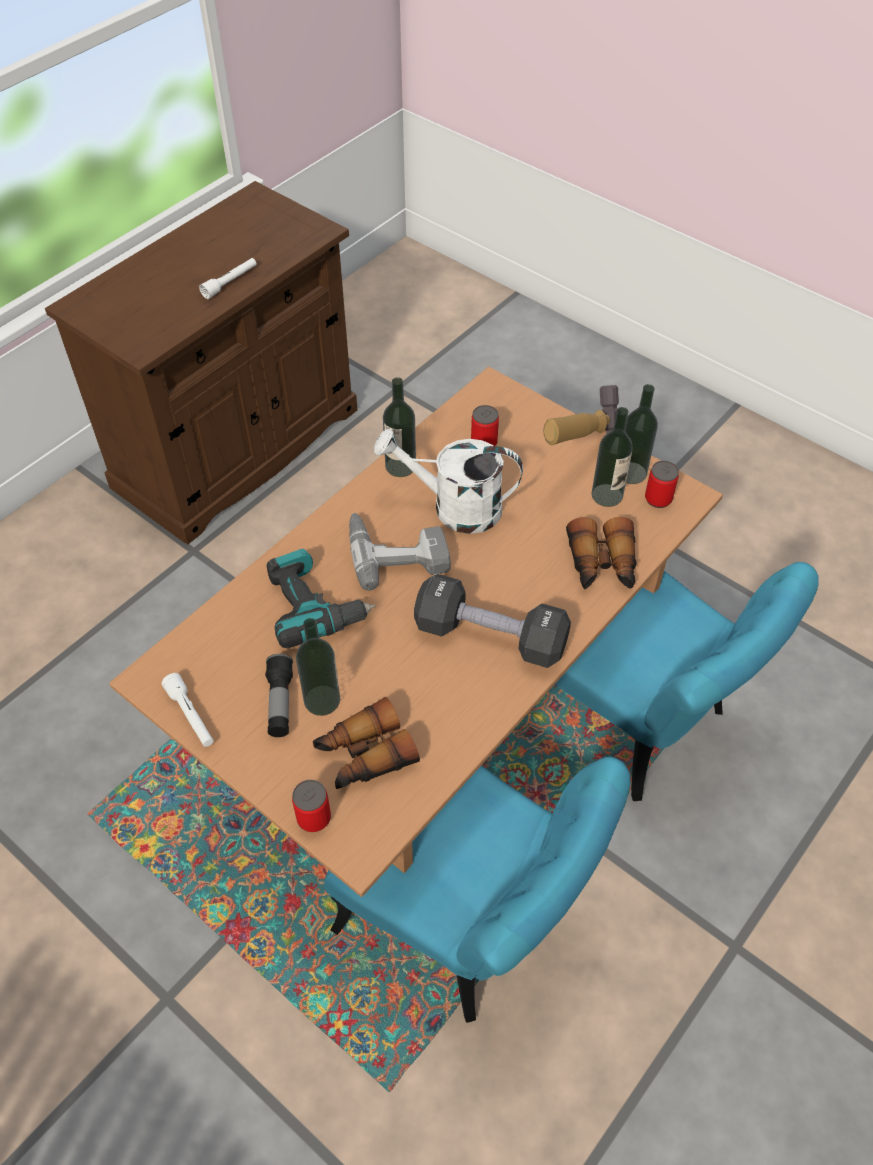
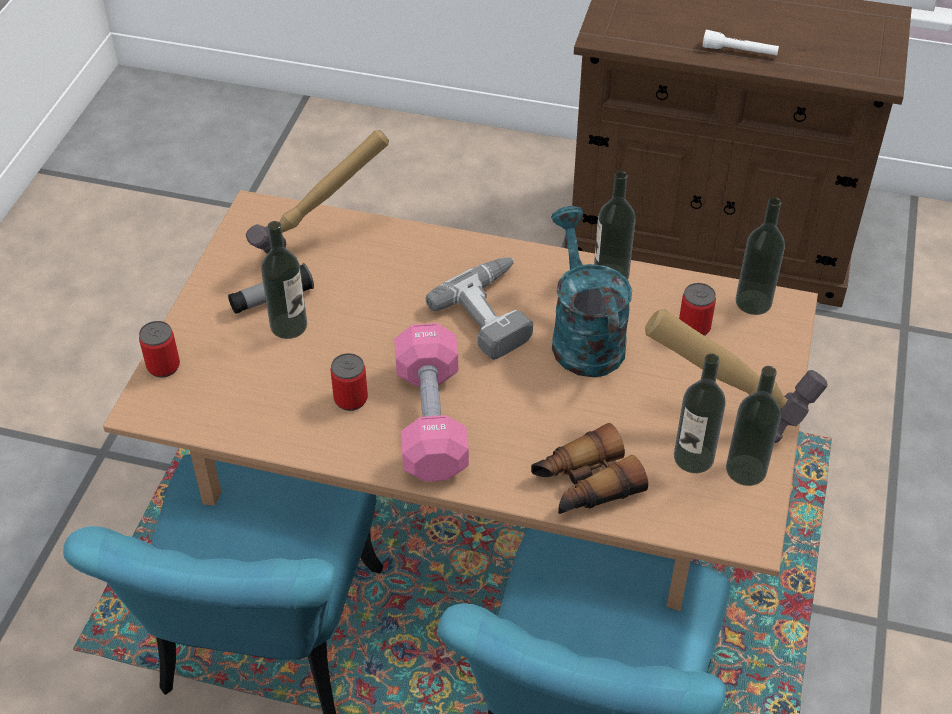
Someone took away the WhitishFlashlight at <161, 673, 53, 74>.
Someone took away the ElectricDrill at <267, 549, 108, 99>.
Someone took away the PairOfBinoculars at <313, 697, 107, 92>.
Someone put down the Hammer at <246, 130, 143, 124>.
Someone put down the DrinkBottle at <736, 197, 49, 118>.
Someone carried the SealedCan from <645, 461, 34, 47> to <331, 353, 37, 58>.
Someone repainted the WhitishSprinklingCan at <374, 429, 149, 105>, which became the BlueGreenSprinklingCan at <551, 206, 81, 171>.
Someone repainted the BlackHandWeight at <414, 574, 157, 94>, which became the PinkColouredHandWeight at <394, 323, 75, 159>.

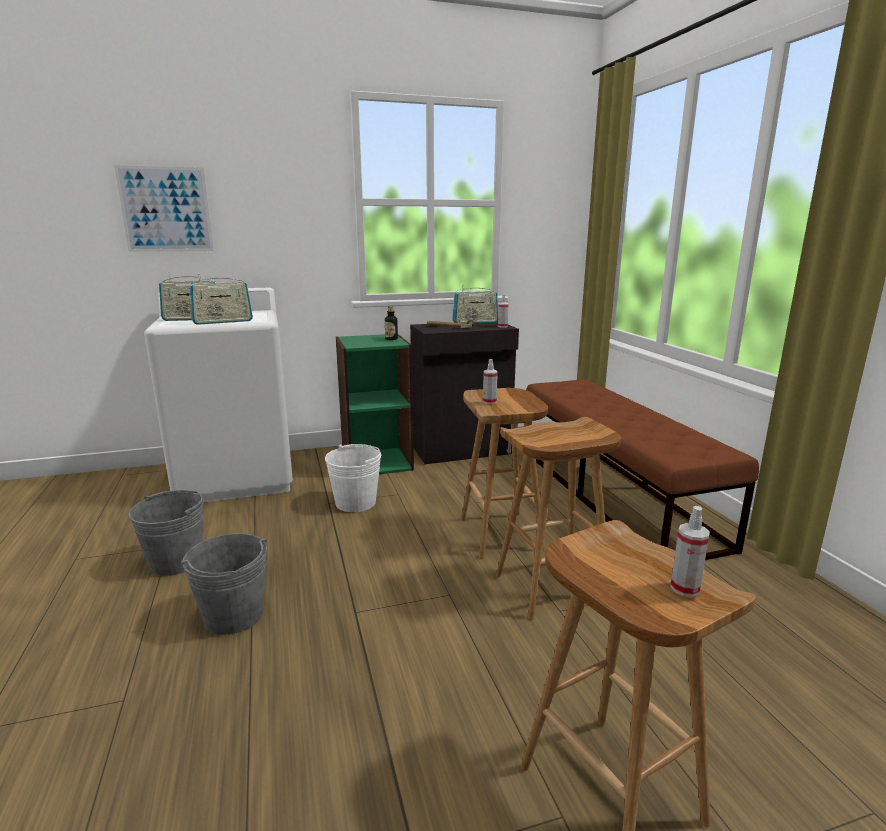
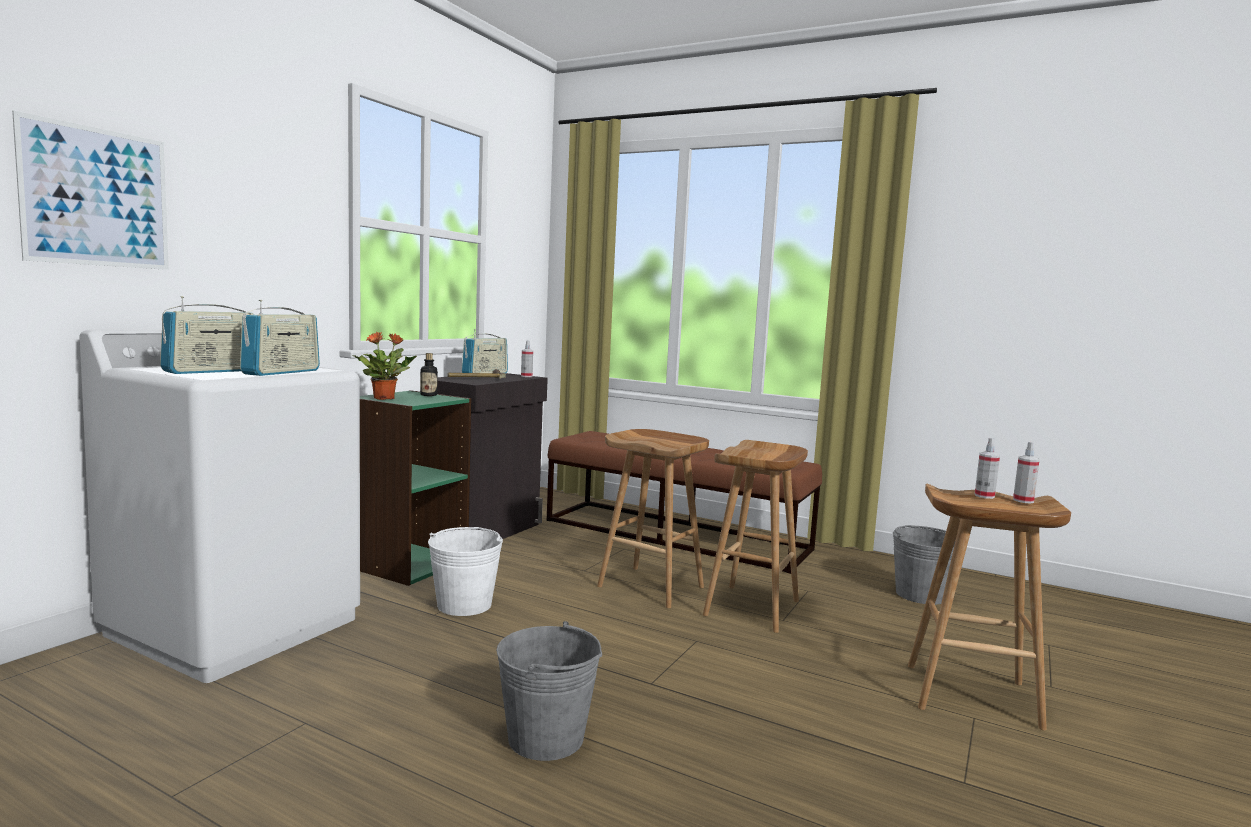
Someone put down the PlantInAPot at <352, 332, 65, 68>.
Someone carried the GreyishWaterBucket from <128, 490, 76, 86> to <893, 525, 63, 80>.
Someone carried the SprayBottle from <483, 359, 15, 45> to <975, 438, 25, 61>.

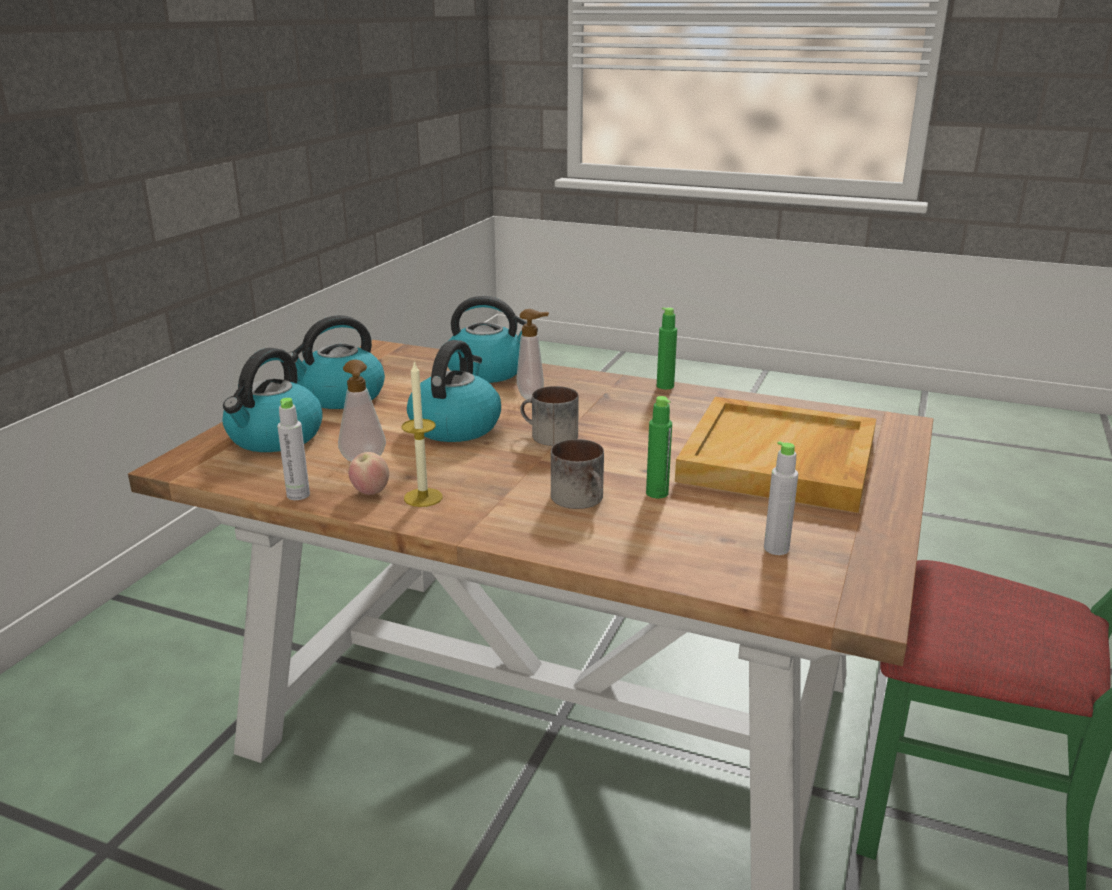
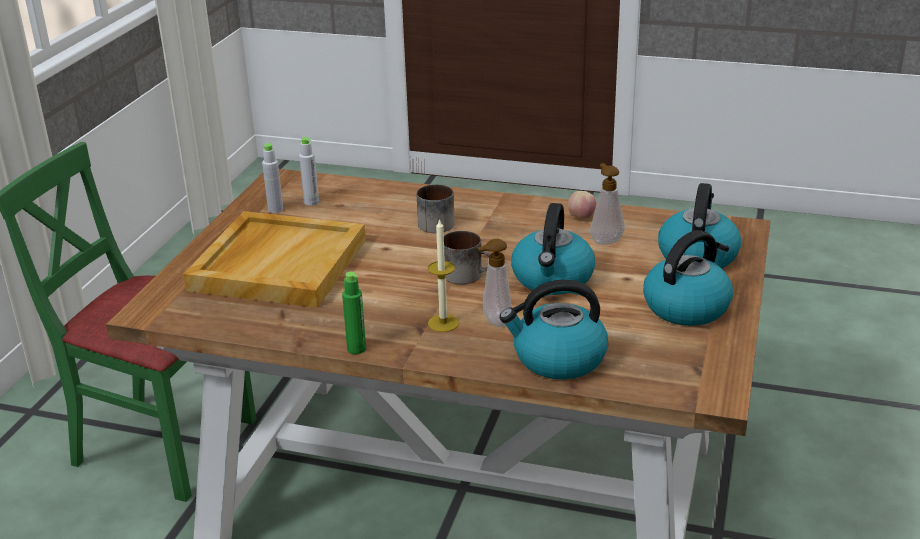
Someone took away the GreenDrinkBottle at <646, 396, 26, 102>.
Someone carried the GreyishDrinkBottle from <277, 398, 33, 102> to <262, 142, 21, 71>.
Someone carried the Candle from <402, 360, 41, 147> to <428, 218, 31, 114>.

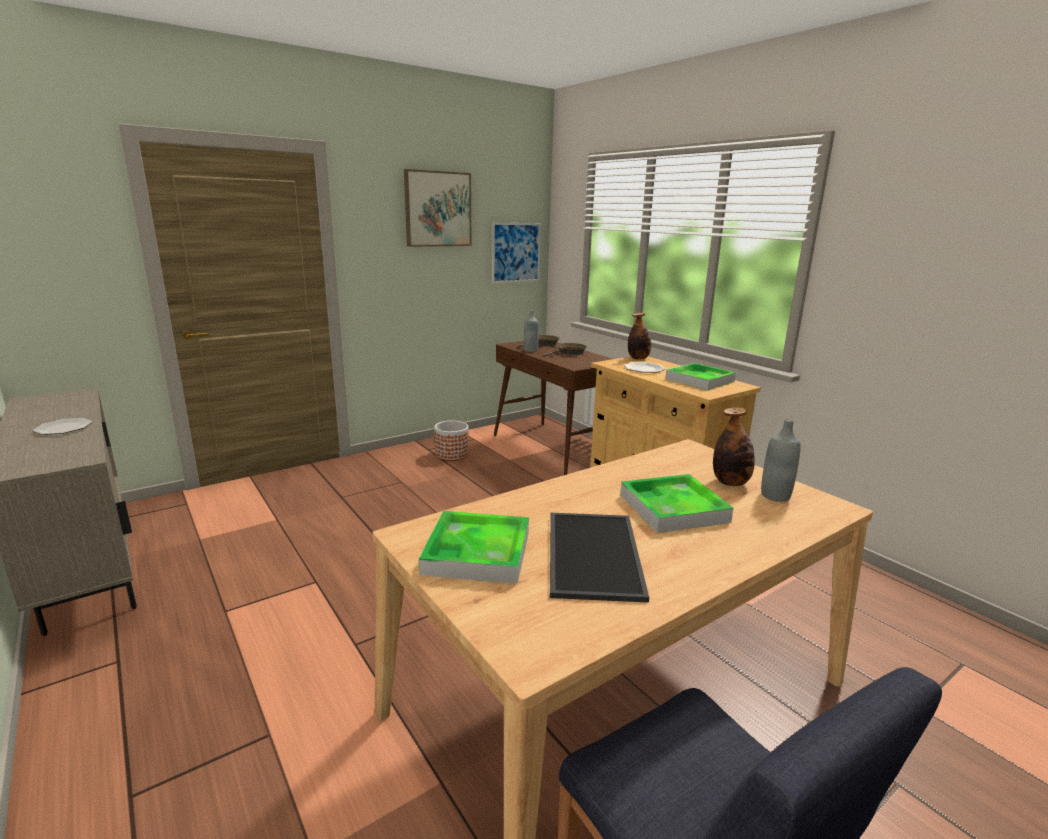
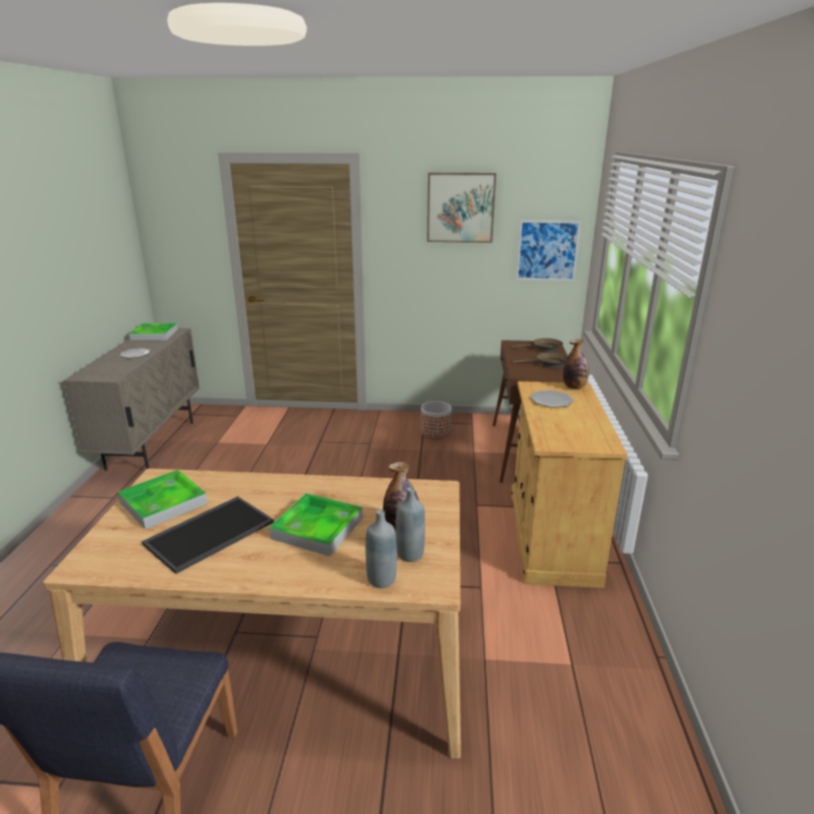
Someone carried the GreyishDrinkBottle from <524, 310, 15, 42> to <365, 510, 32, 78>.
Someone carried the Tray from <665, 363, 71, 27> to <129, 323, 49, 18>.

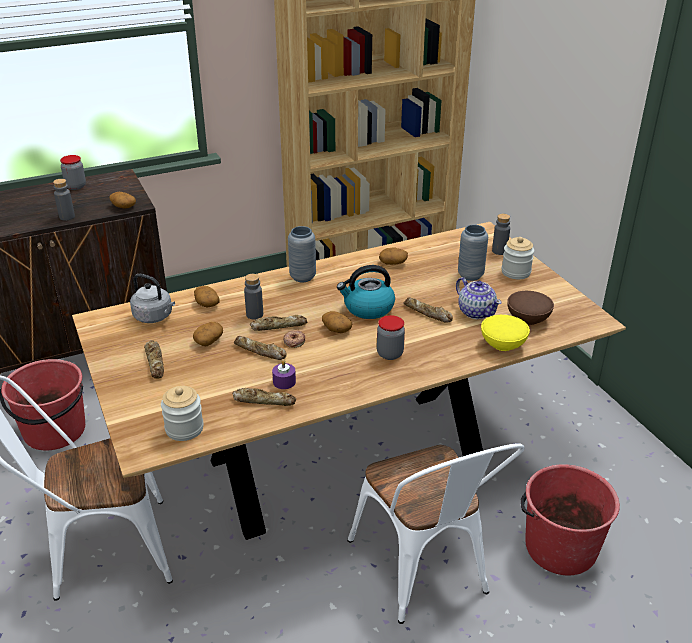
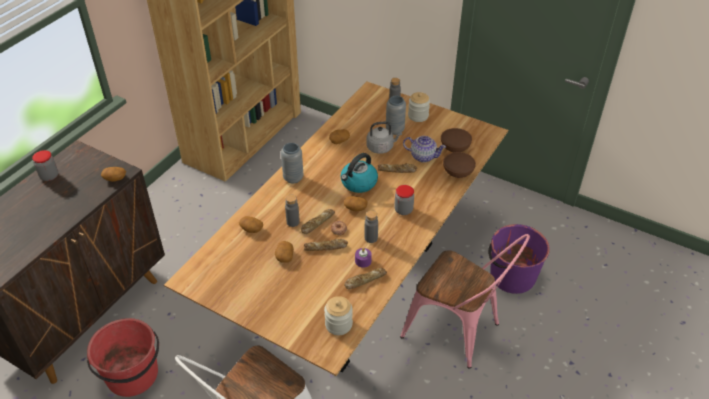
Someone took away the BakeryBread at <144, 340, 20, 39>.
Someone carried the GreyishDrinkBottle from <53, 179, 22, 41> to <364, 210, 14, 33>.
Someone carried the GreyishKettle from <130, 274, 45, 49> to <366, 122, 36, 32>.
Someone repainted the WhitishChair at <347, 443, 178, 181>, which became the PinkColouredChair at <400, 234, 130, 135>.
Someone repainted the YellowishDeepDish at <481, 315, 49, 36>, which became the BrownishDeepDish at <443, 152, 33, 26>.
Someone repainted the ReddishWaterBucket at <520, 464, 100, 111>, which became the PurpleColouredWaterBucket at <488, 224, 62, 70>.

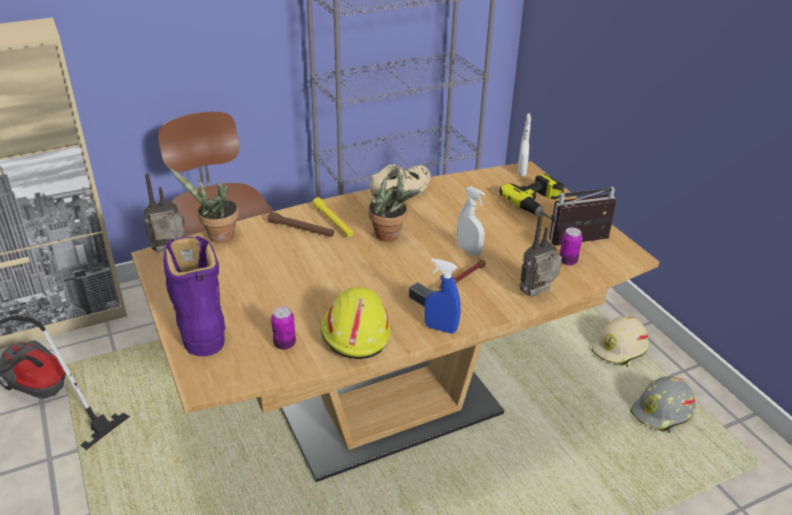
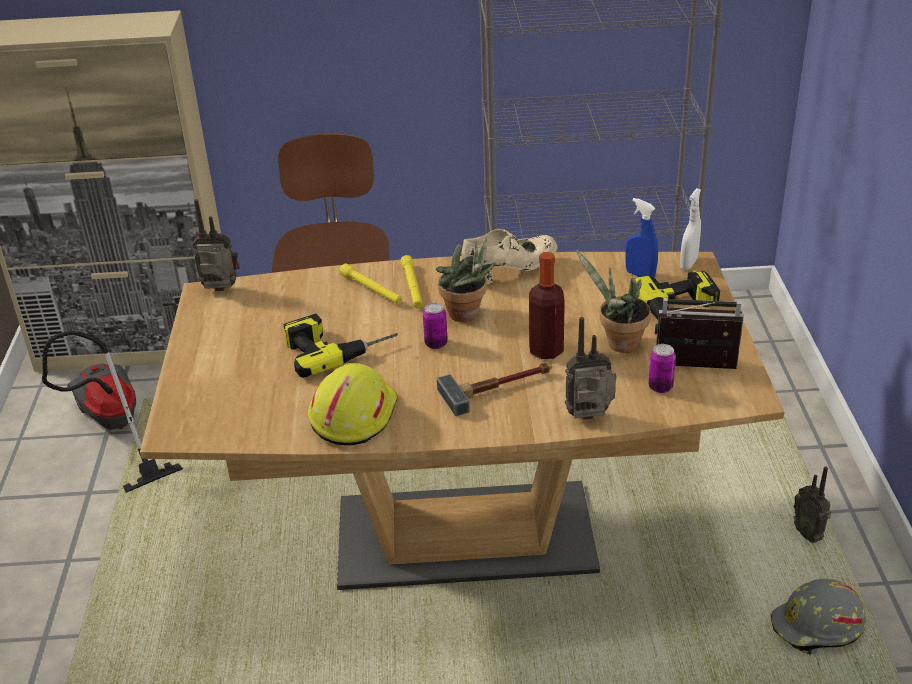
Someone took away the PurpleColouredTallBoot at <164, 236, 62, 120>.
Someone put down the ElectricDrill at <284, 313, 114, 65>.
Someone carried the PlantInAPot from <169, 167, 70, 76> to <576, 250, 75, 103>.
Someone carried the SealedCan from <271, 306, 25, 44> to <423, 303, 25, 46>.
Someone carried the BlueColouredSprayBottle from <424, 258, 37, 76> to <625, 198, 33, 80>.
Someone swapped the WhitishSprayBottle at <457, 186, 28, 70> for the DrinkBottle at <529, 252, 36, 107>.
Someone swapped the BeigeColouredWorkHelmet at <591, 316, 58, 51> for the Radio at <793, 467, 38, 76>.
Someone repainted the BrownishFlashlight at <268, 212, 66, 25>, which became the YellowishFlashlight at <340, 264, 62, 40>.

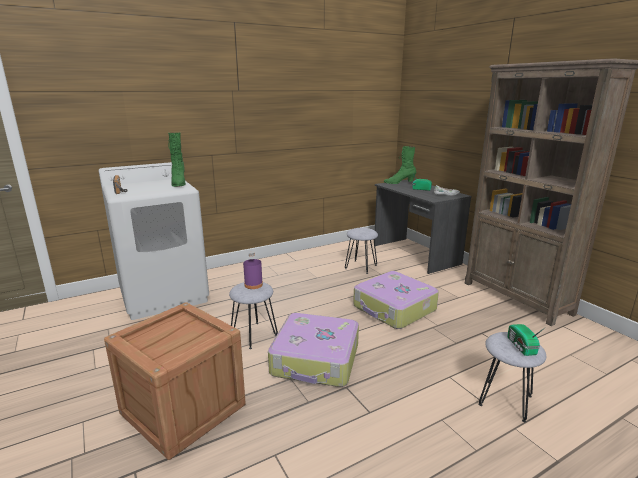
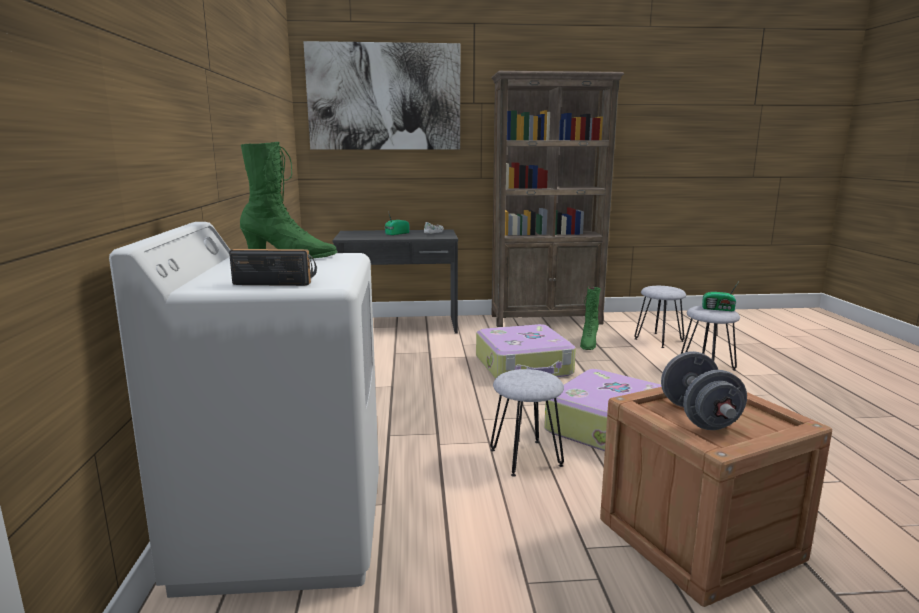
Someone took away the PurpleColouredDrinkBottle at <243, 252, 20, 37>.
Someone put up the WallArt at <303, 41, 157, 108>.
Someone put down the GreyishHandWeight at <661, 351, 86, 79>.
Someone carried the GreyishStoolSeat from <345, 228, 33, 46> to <634, 286, 52, 62>.
Someone carried the GreenTallBoot from <384, 146, 32, 38> to <580, 287, 21, 63>.

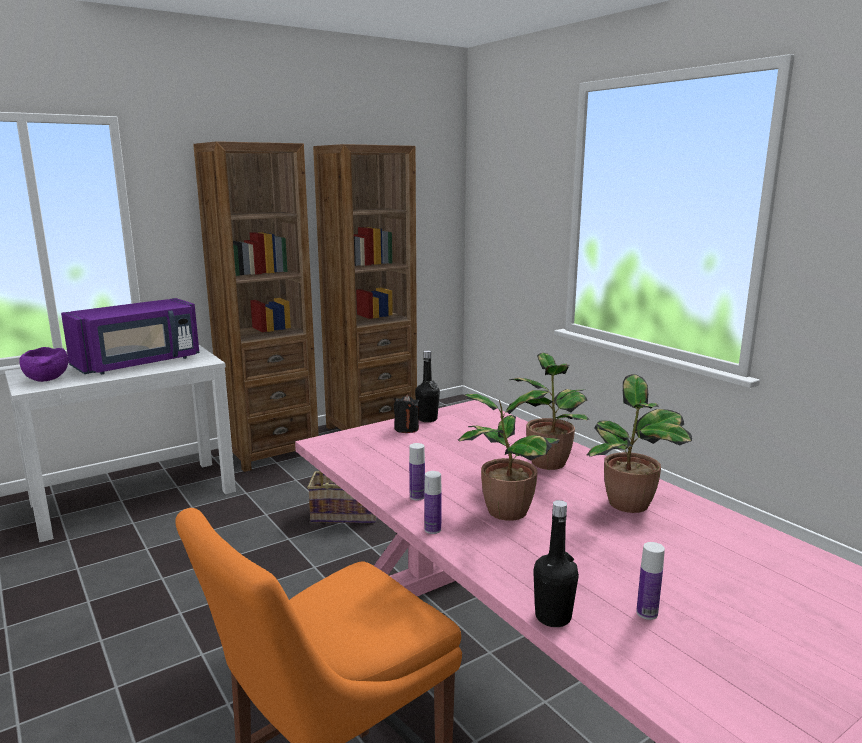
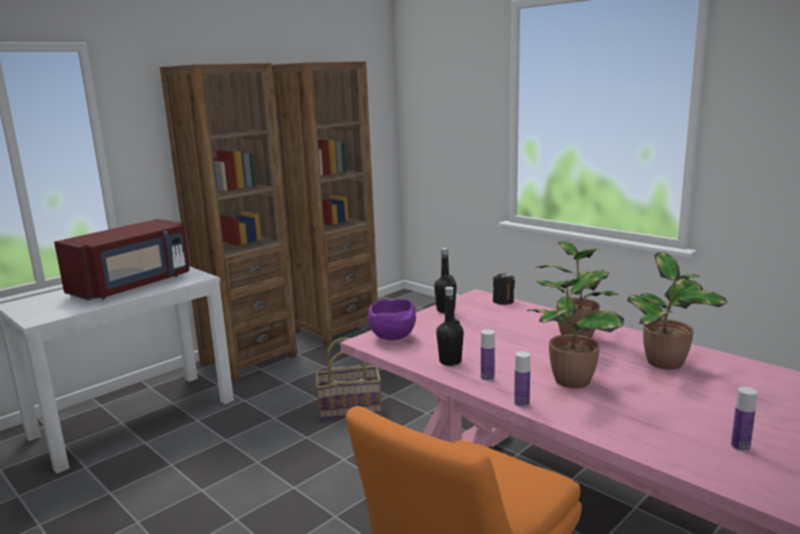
Someone carried the PurpleColouredDeepDish from <19, 347, 49, 35> to <368, 299, 48, 41>.
Someone carried the BlackCandle from <394, 395, 25, 38> to <493, 272, 22, 33>.
Someone carried the BlackDrinkBottle from <533, 500, 46, 127> to <436, 287, 28, 79>.
Someone repainted the PurpleColouredMicrowaveOven at <61, 298, 139, 76>, which became the ReddishMicrowaveOven at <54, 219, 136, 82>.

